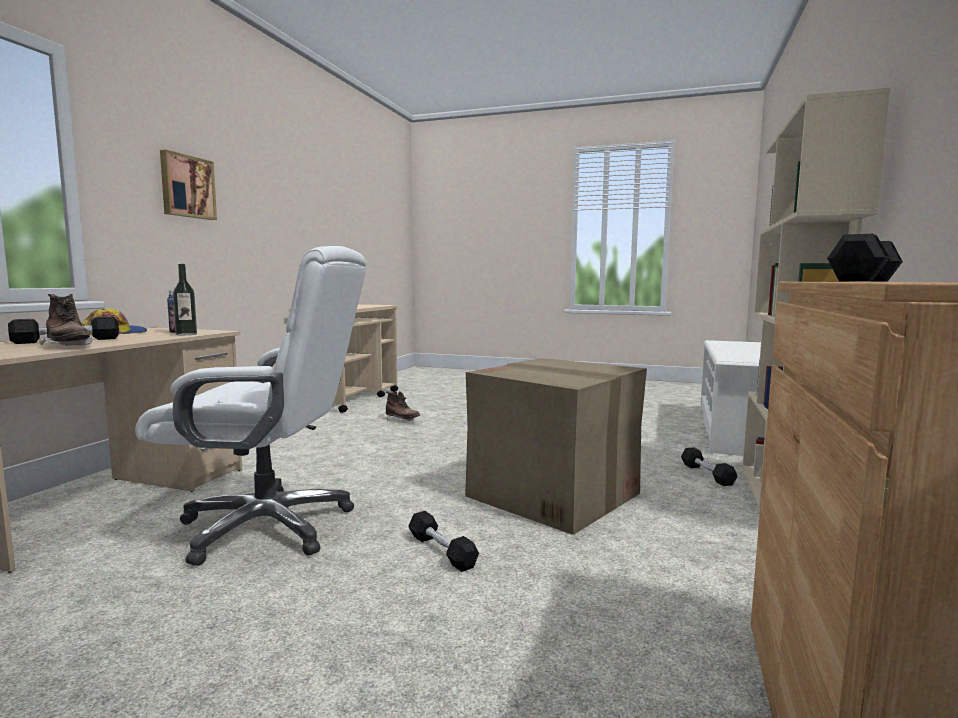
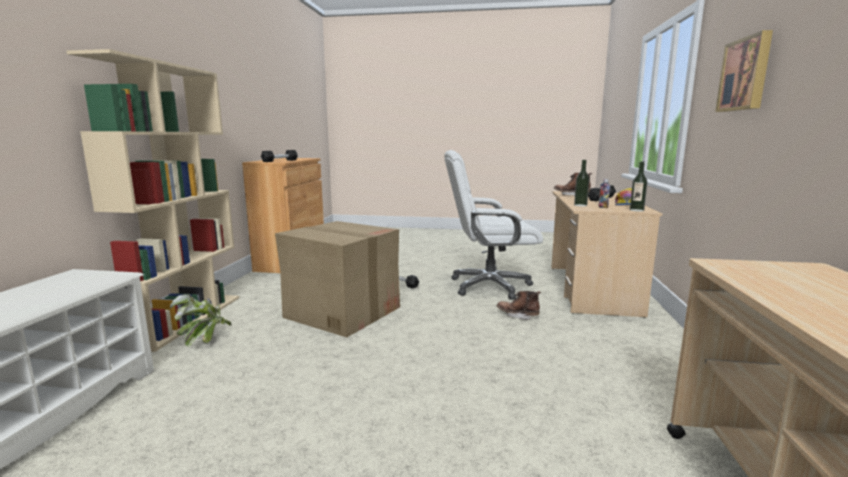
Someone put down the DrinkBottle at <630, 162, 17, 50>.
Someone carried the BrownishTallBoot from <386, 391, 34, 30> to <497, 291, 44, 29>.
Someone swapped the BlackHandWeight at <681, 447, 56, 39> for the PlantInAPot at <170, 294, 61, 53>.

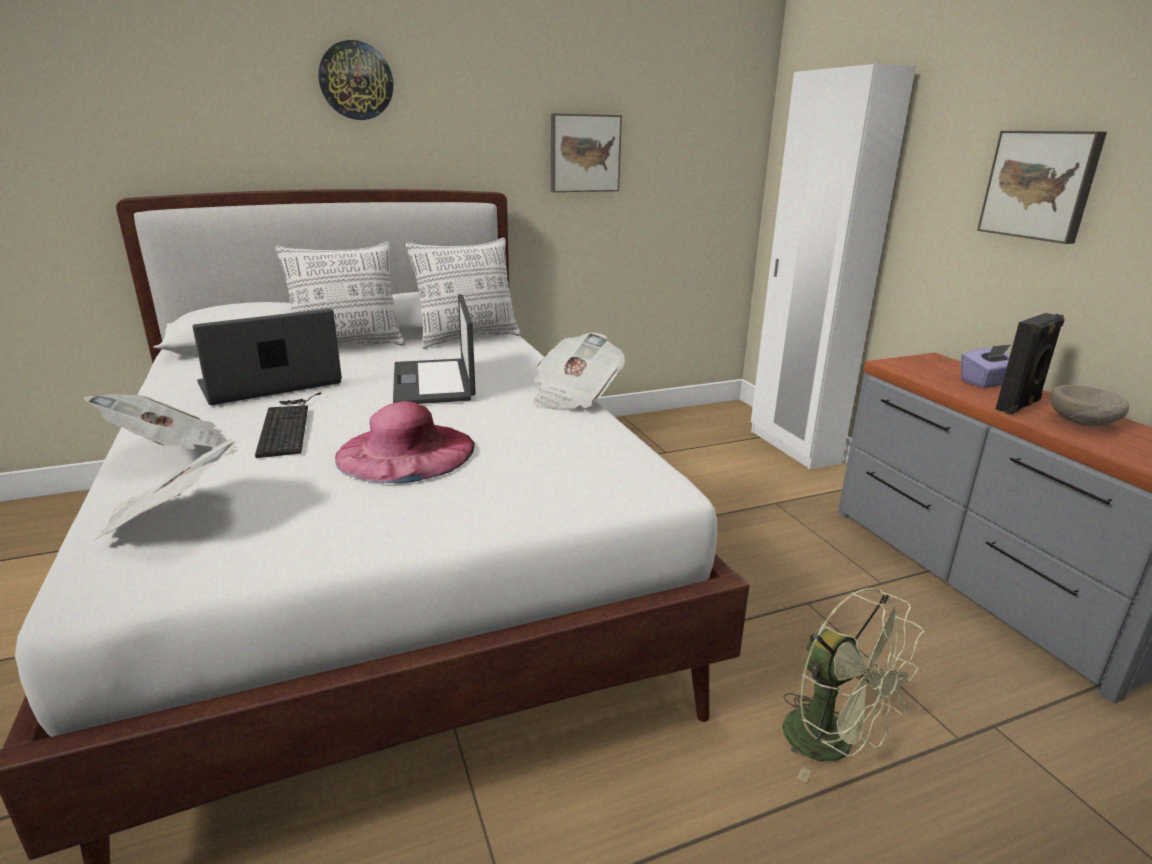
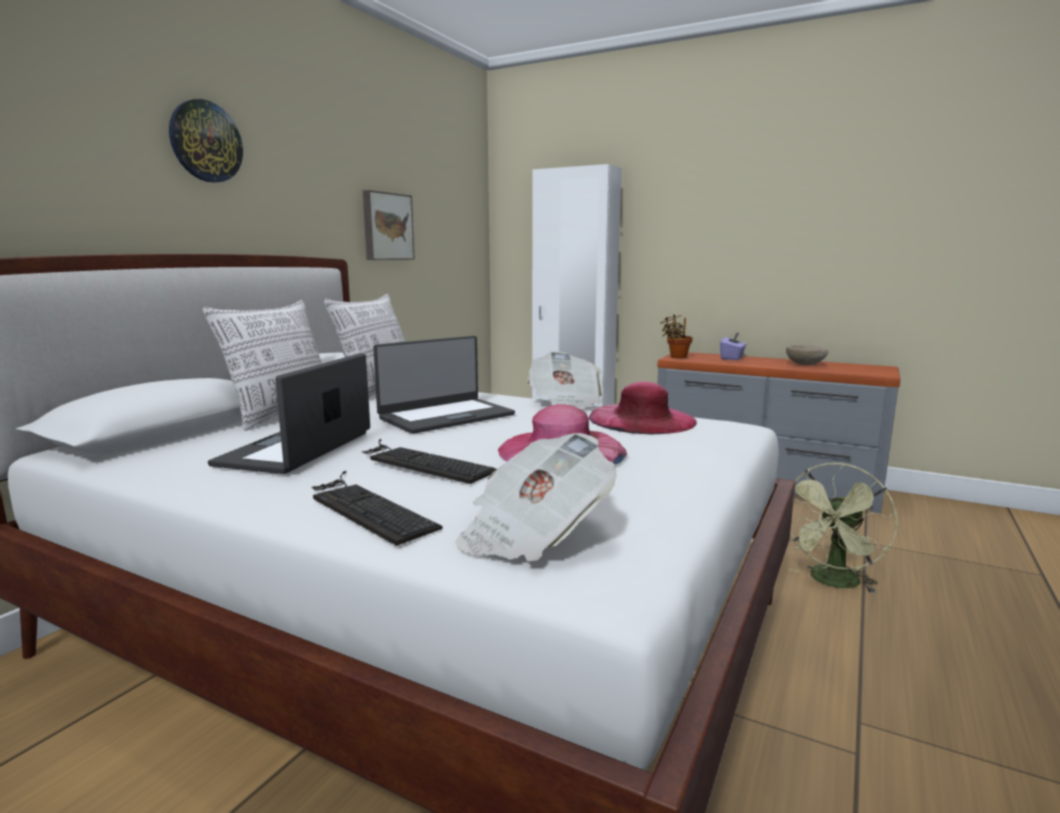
Someone took away the WallArt at <977, 131, 130, 113>.
Someone took away the BlackAudioSpeaker at <996, 313, 69, 102>.
Someone put down the PinkColouredHat at <589, 381, 108, 53>.
Someone put down the PlantInAPot at <660, 314, 33, 44>.
Someone swapped the Newspaper at <84, 394, 153, 55> for the PcKeyboard at <311, 471, 132, 75>.
Someone rotated the PortableComputer at <393, 294, 83, 110> by 75 degrees counterclockwise.
Someone rotated the GreenFan at <783, 588, 141, 194> by 120 degrees clockwise.

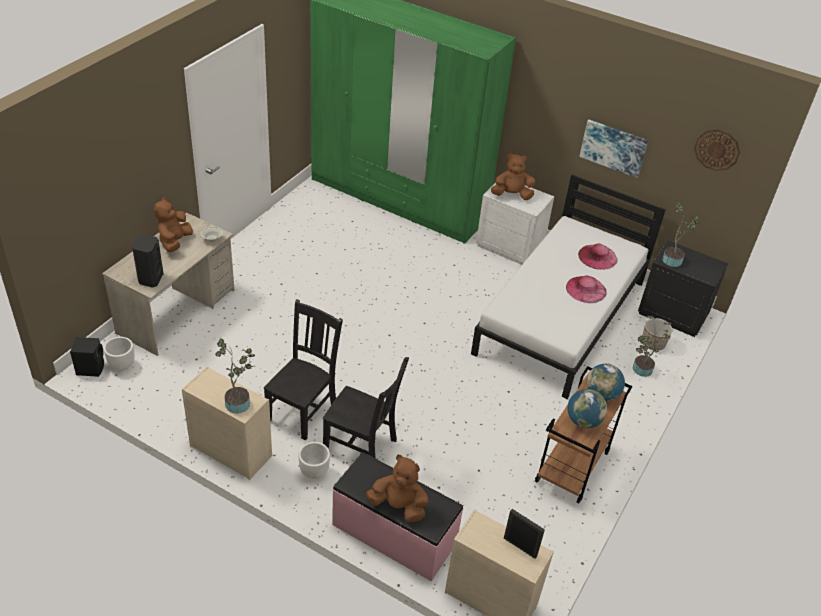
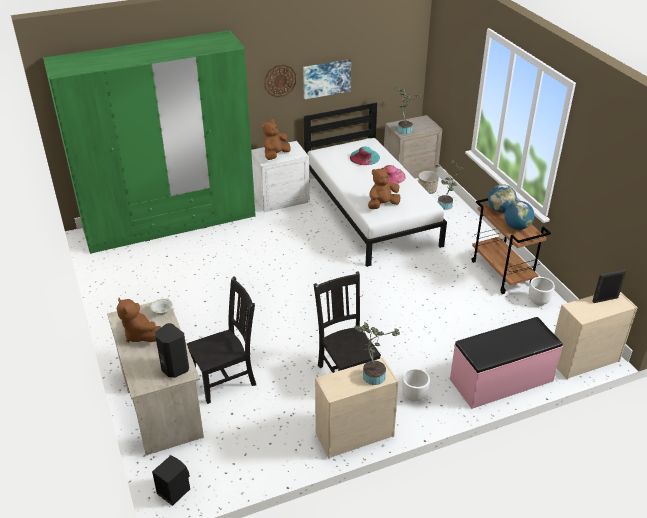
Someone carried the WhitishPlantPot from <104, 337, 31, 34> to <529, 277, 26, 29>.
Someone carried the BlackChair from <323, 357, 86, 102> to <187, 276, 69, 128>.
Someone carried the BrownishPlushToy from <366, 455, 63, 68> to <368, 167, 32, 42>.
Someone carried the WallClock from <694, 129, 46, 42> to <264, 64, 32, 33>.
Someone repainted the PinkColouredHat at <578, 244, 39, 26>, which became the BlueGreenHat at <350, 147, 30, 18>.
Someone repainted the BlackBedsideTable at <638, 240, 90, 97>, which became the BeigeColouredBedsideTable at <384, 115, 59, 64>.

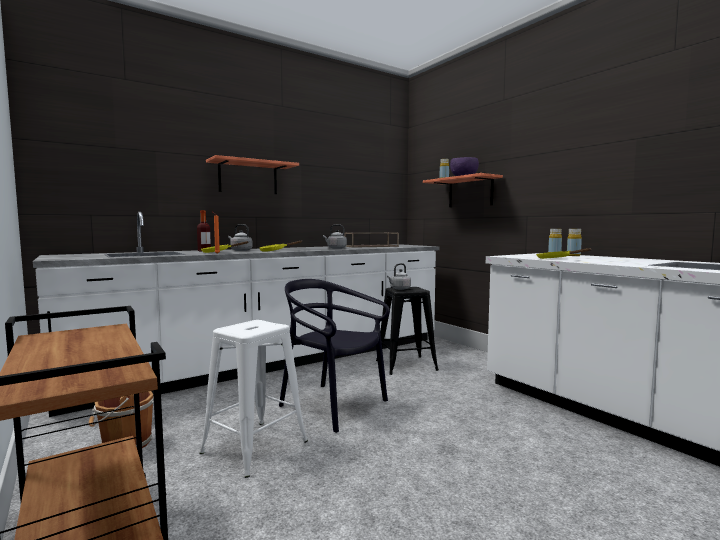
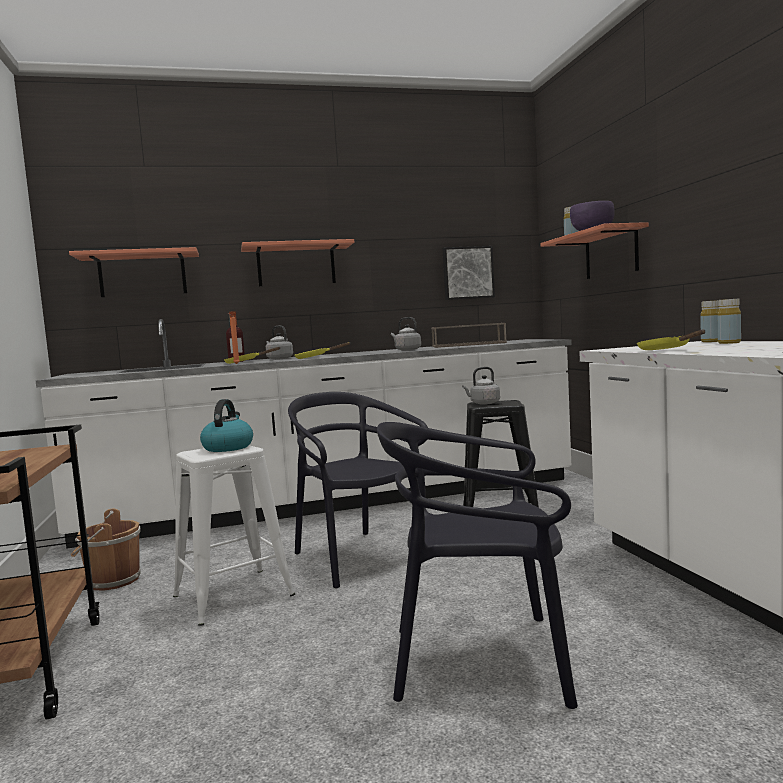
Someone put up the Shelf at <69, 247, 130, 50>.
Someone put down the Kettle at <200, 399, 53, 53>.
Someone put down the BlackChair at <377, 422, 201, 287>.
Someone put up the WallArt at <442, 246, 53, 54>.

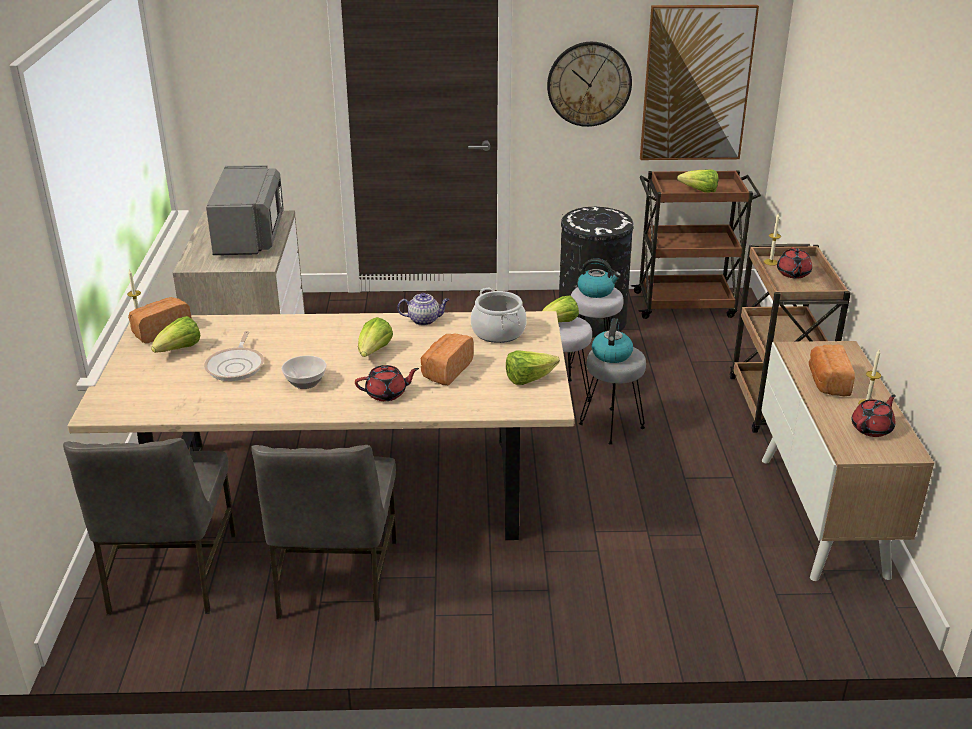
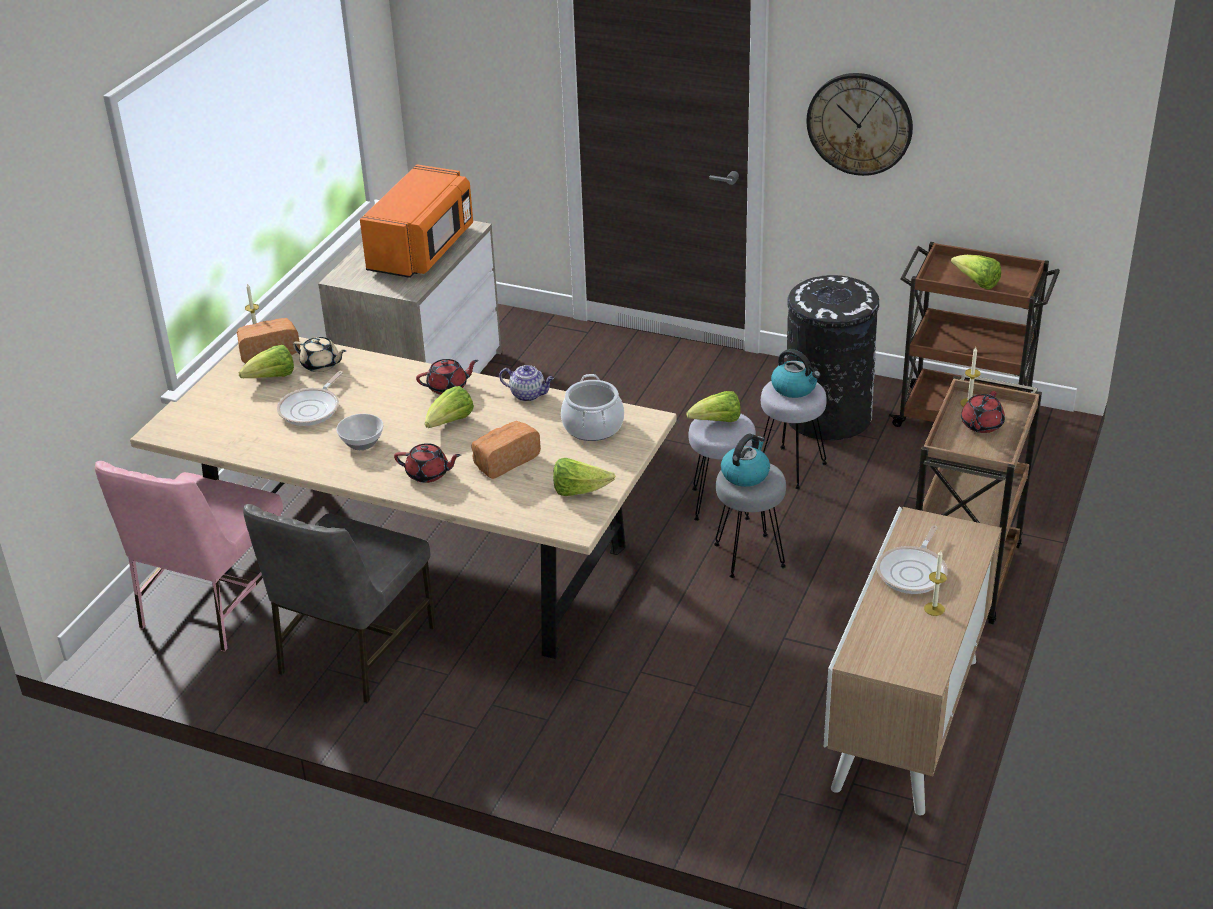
Someone took away the WallArt at <640, 5, 119, 155>.
Someone put down the BeigeColouredTeapot at <293, 337, 53, 35>.
Someone carried the ReddishTeapot from <851, 394, 45, 43> to <416, 359, 62, 36>.
Someone swapped the BakeryBread at <809, 344, 46, 52> for the Skillet at <876, 525, 72, 69>.
Someone repainted the GreyishChair at <63, 438, 174, 177>, which became the PinkColouredChair at <95, 461, 188, 191>.
Someone repainted the GreyishMicrowaveOven at <206, 165, 78, 90>, which became the OrangeColouredMicrowaveOven at <360, 165, 113, 113>.

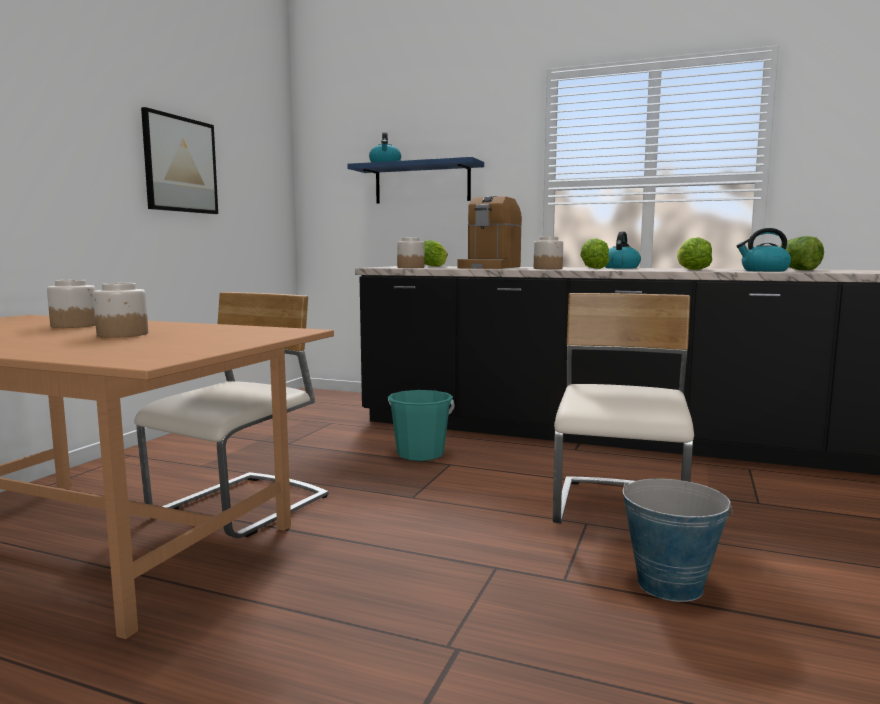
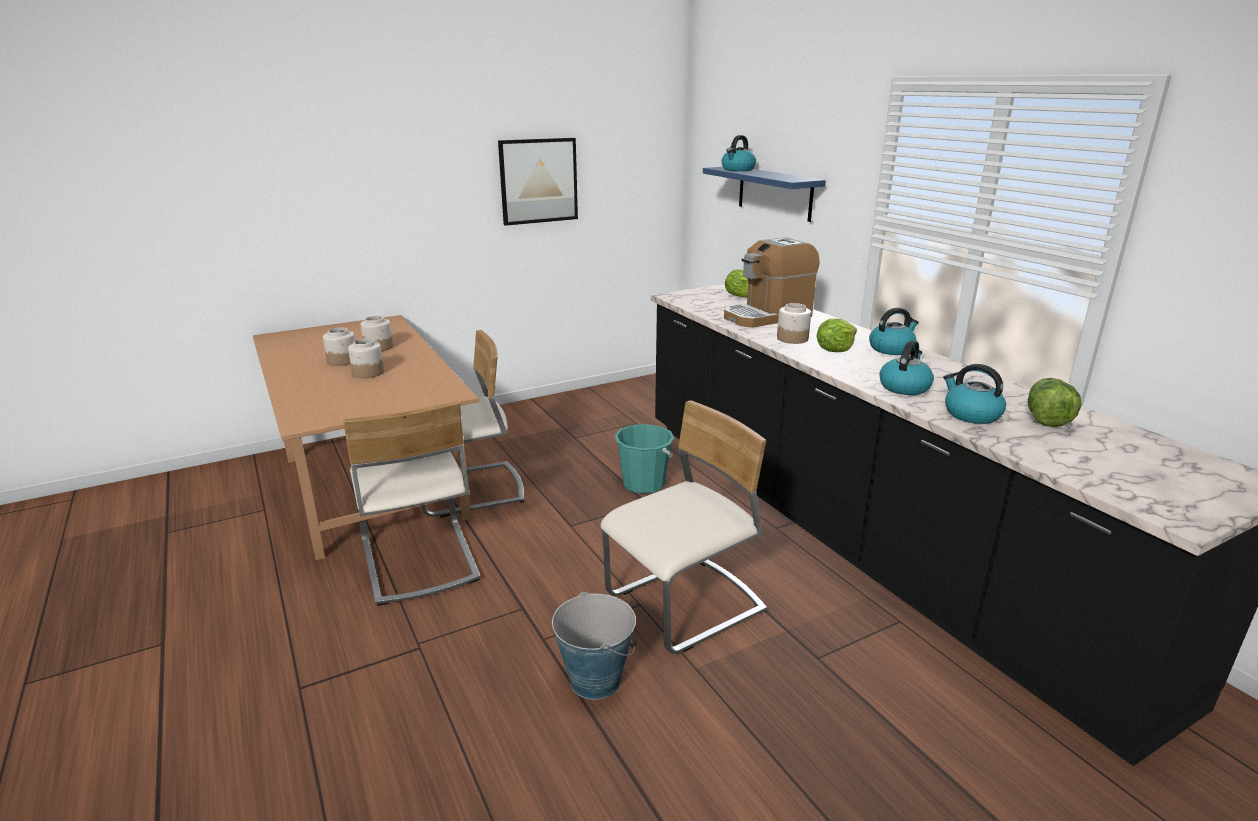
Someone put down the BeigeColouredChair at <343, 401, 138, 205>.
Someone carried the Jar from <397, 238, 27, 30> to <323, 327, 32, 39>.
Someone swapped the Lettuce at <677, 237, 35, 33> for the Kettle at <879, 340, 55, 55>.

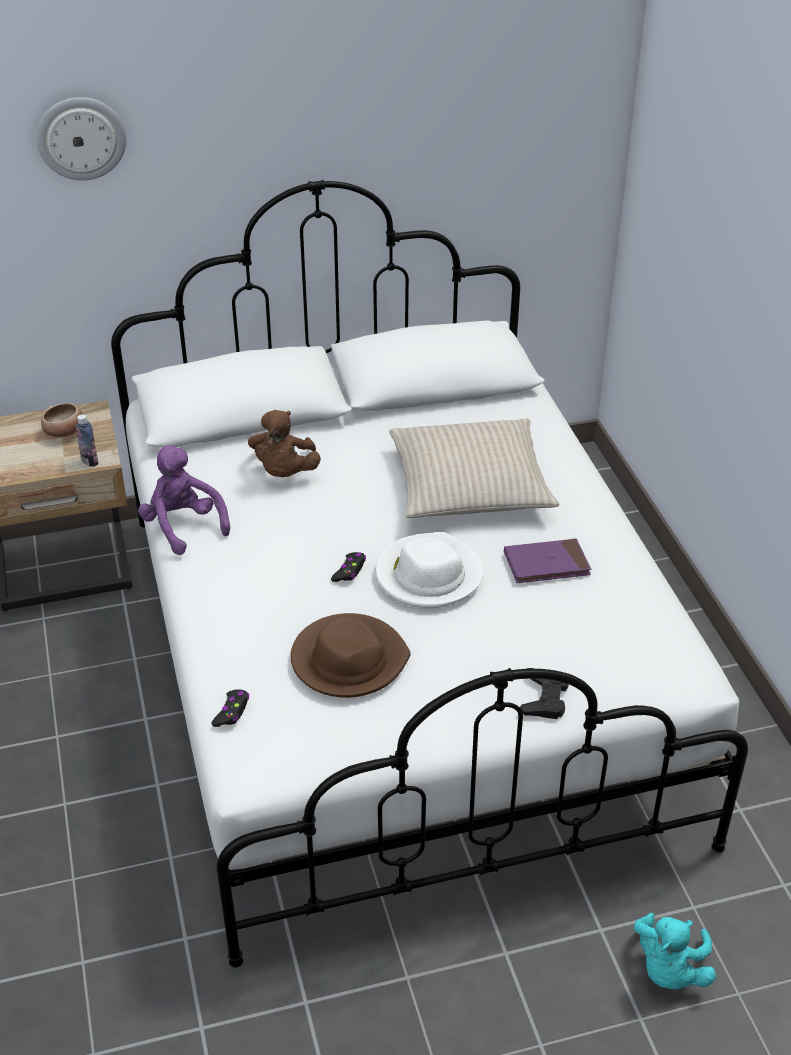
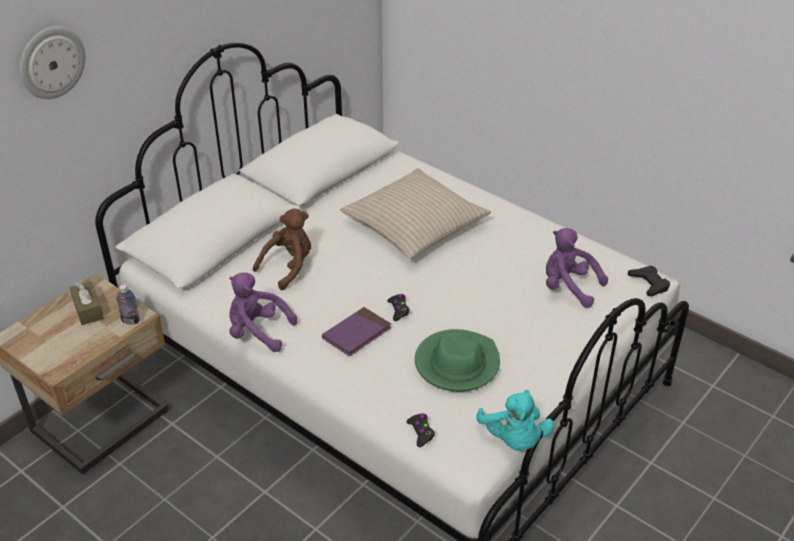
Someone took away the WhitishHat at <375, 532, 108, 76>.
Someone put down the PurpleColouredPlushToy at <546, 228, 62, 80>.
Someone carried the PurpleColouredBook from <504, 539, 87, 44> to <322, 307, 69, 49>.
Someone carried the BlackGameController from <520, 668, 49, 51> to <628, 266, 42, 30>.
Someone carried the BlueGreenPlushToy from <634, 913, 82, 76> to <476, 390, 78, 61>.
Someone swapped the DeepDish at <41, 403, 42, 35> for the BrownishBoxOfTissues at <69, 281, 35, 44>.
Someone repainted the BrownishHat at <291, 613, 120, 85>, which became the GreenHat at <415, 329, 85, 63>.
Someone rotated the BrownishPlushToy at <248, 410, 73, 67> by 105 degrees counterclockwise.

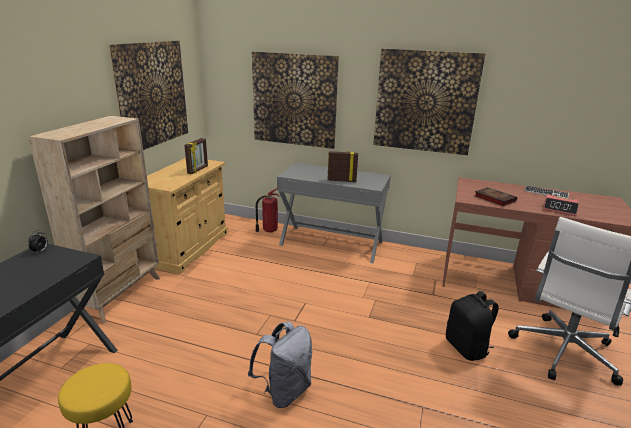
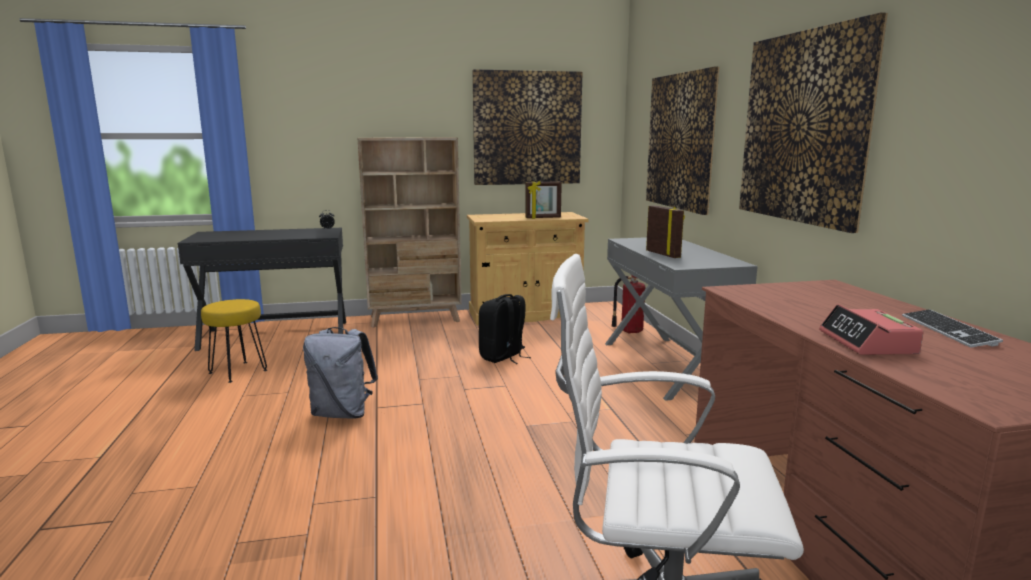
Someone took away the Book at <474, 187, 43, 19>.
Someone carried the BlackKnapsack from <446, 291, 53, 70> to <479, 294, 52, 70>.

